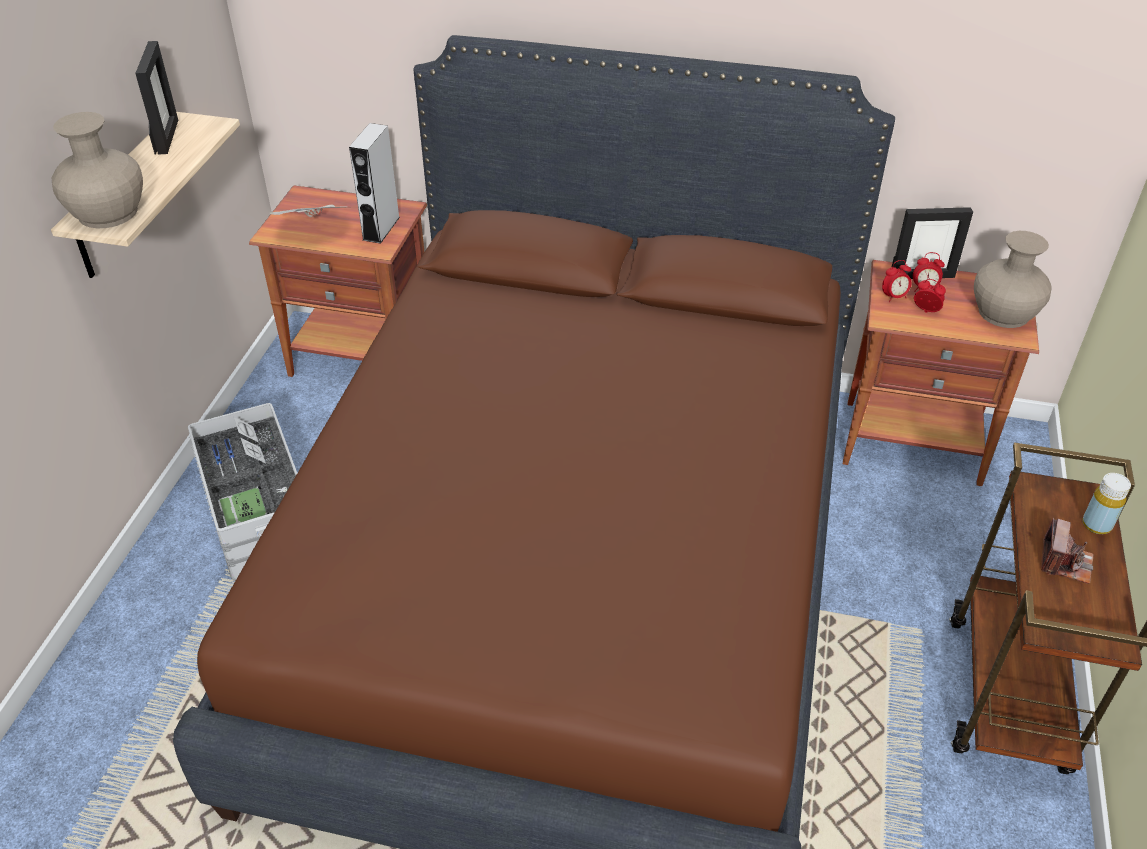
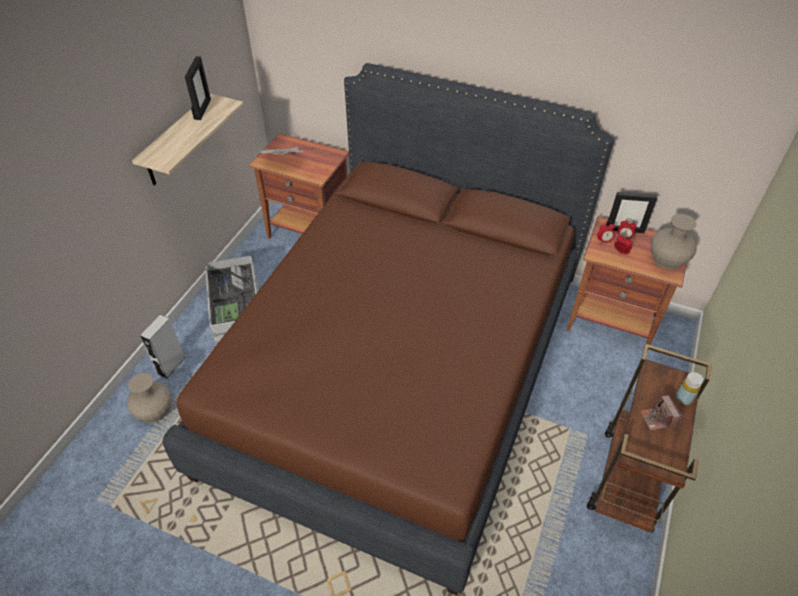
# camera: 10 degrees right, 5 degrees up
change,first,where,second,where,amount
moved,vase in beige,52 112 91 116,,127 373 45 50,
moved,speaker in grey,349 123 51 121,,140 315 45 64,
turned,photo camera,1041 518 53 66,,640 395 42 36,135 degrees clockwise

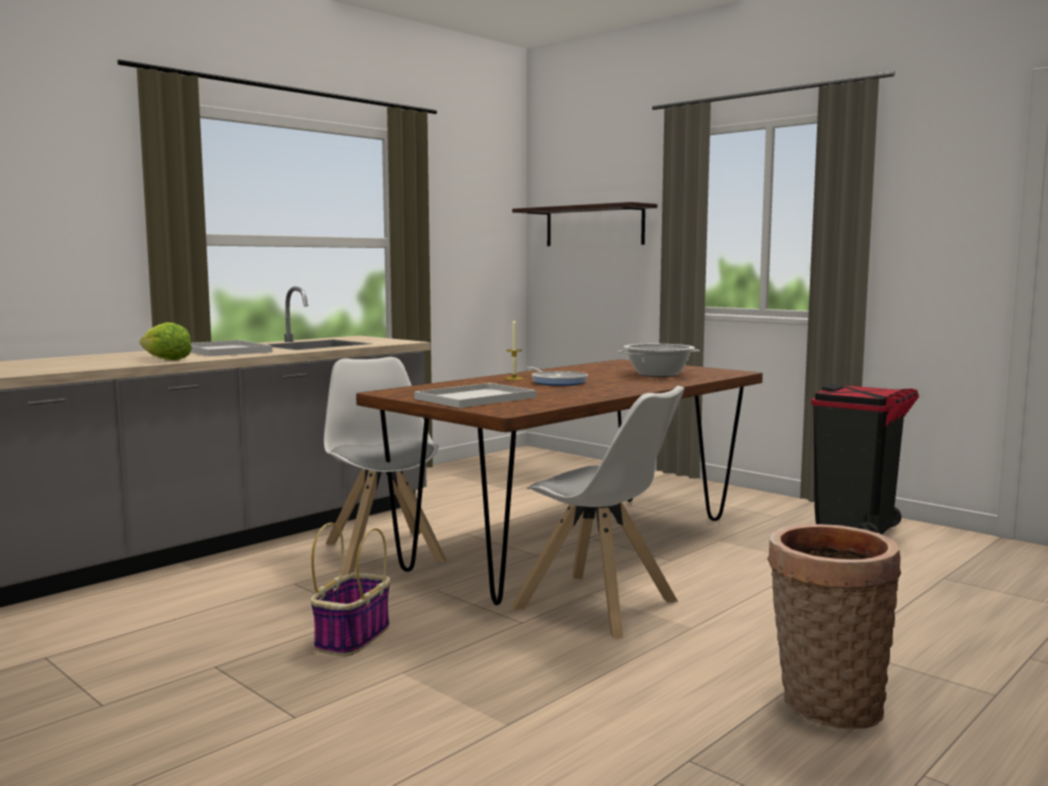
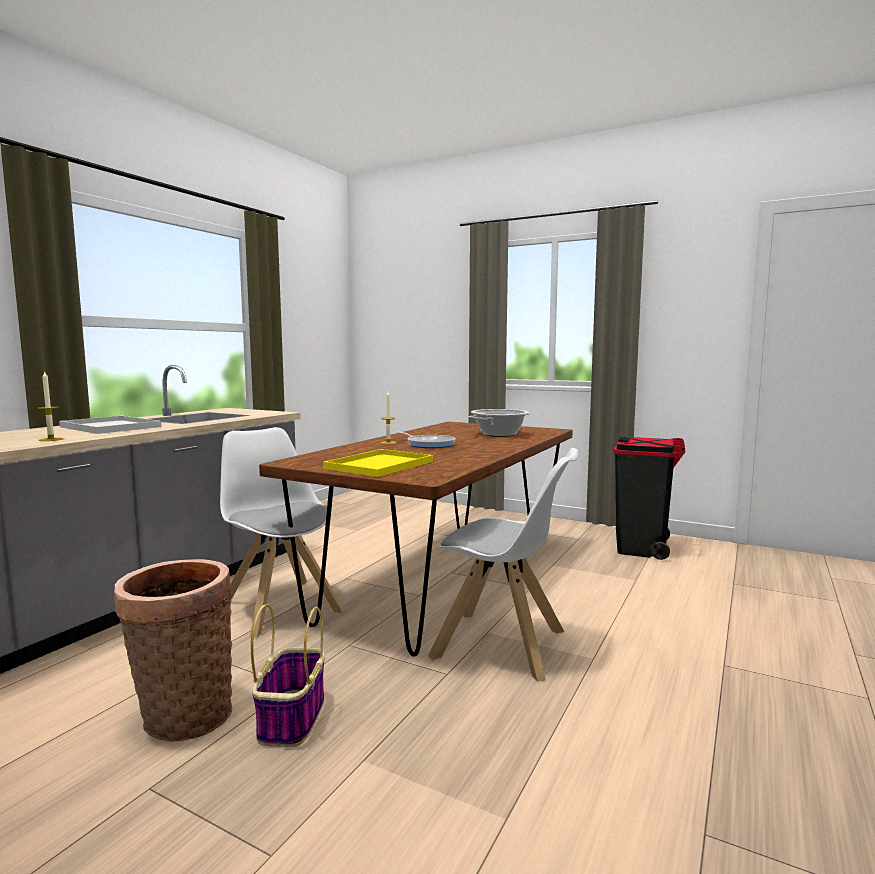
# camera: 15 degrees left, 0 degrees up
change,first,where,second,where,amount
removed,shelf,512 202 145 44,,,
replaced,lettuce,140 322 52 38,candle,38 371 26 70,
recoloured,tray in white,414 383 123 25,tray in yellow,323 449 110 28,
moved,basket,767 524 134 206,,114 559 118 183,

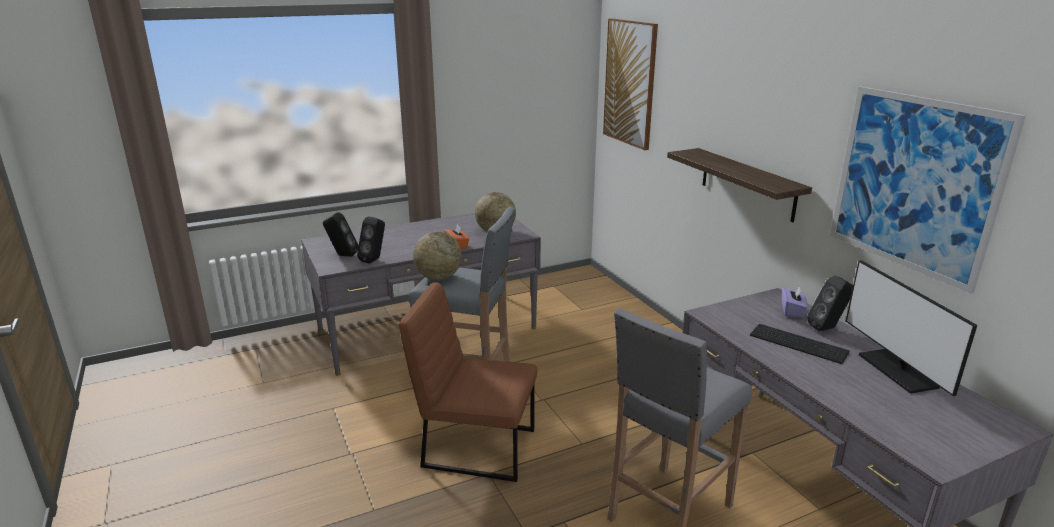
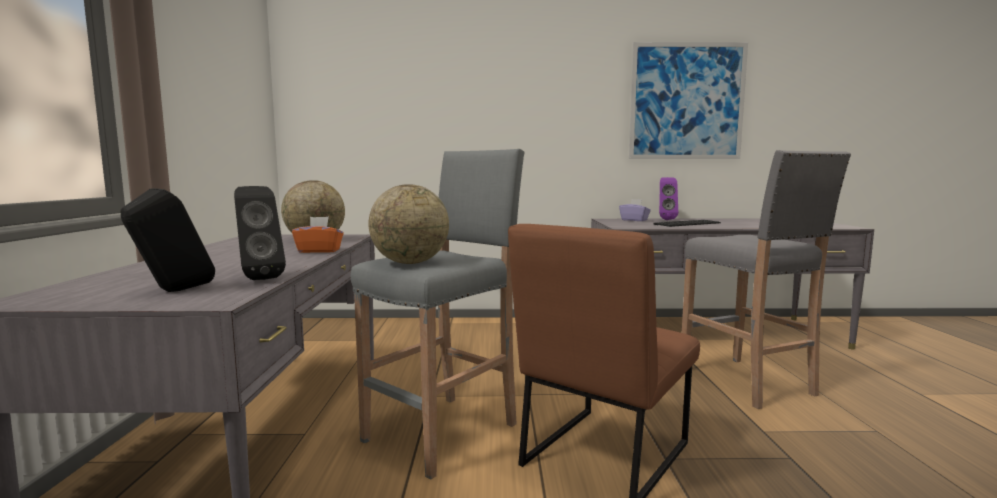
# camera: 65 degrees left, 15 degrees down
change,first,where,second,where,amount
removed,picture,603 18 55 132,,,
removed,shelf,667 148 145 74,,,
removed,monitor,846 260 131 136,,,
recoloured,speaker in black,807 276 46 55,speaker in purple,659 177 19 43,

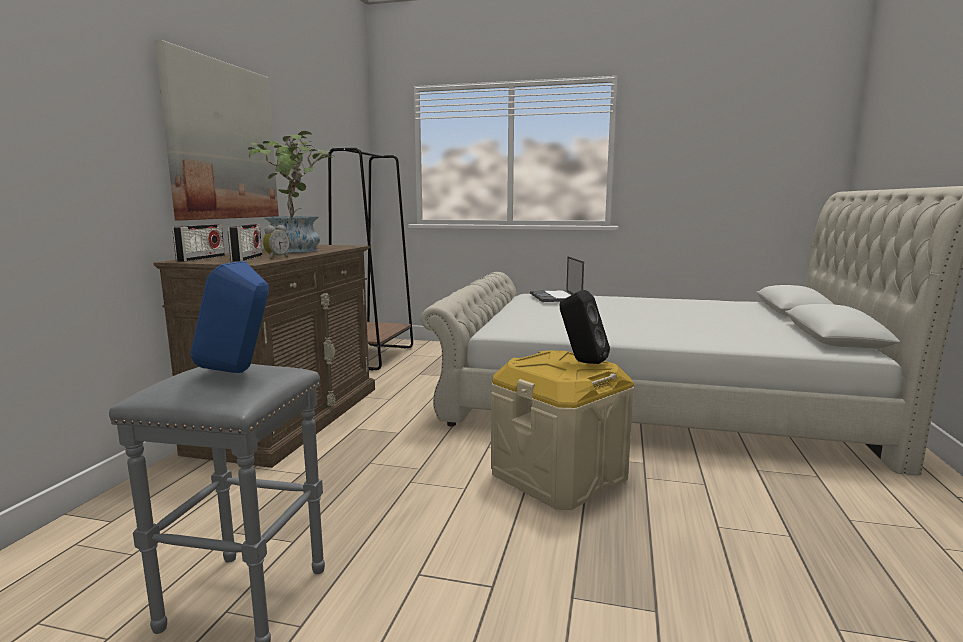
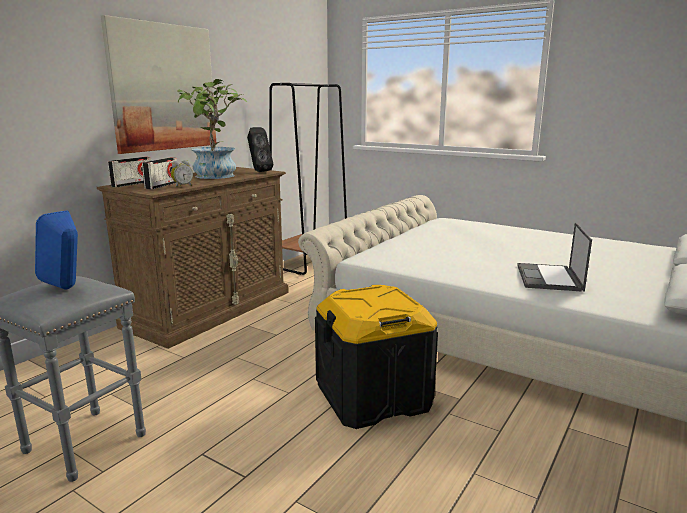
# camera: 20 degrees right, 5 degrees up
change,first,where,second,where,amount
moved,laptop,530 257 54 45,,517 222 75 70,
moved,speaker in black,560 290 50 74,,247 127 26 45,
recoloured,storage box in beige,491 350 143 160,storage box in black,315 285 123 144,

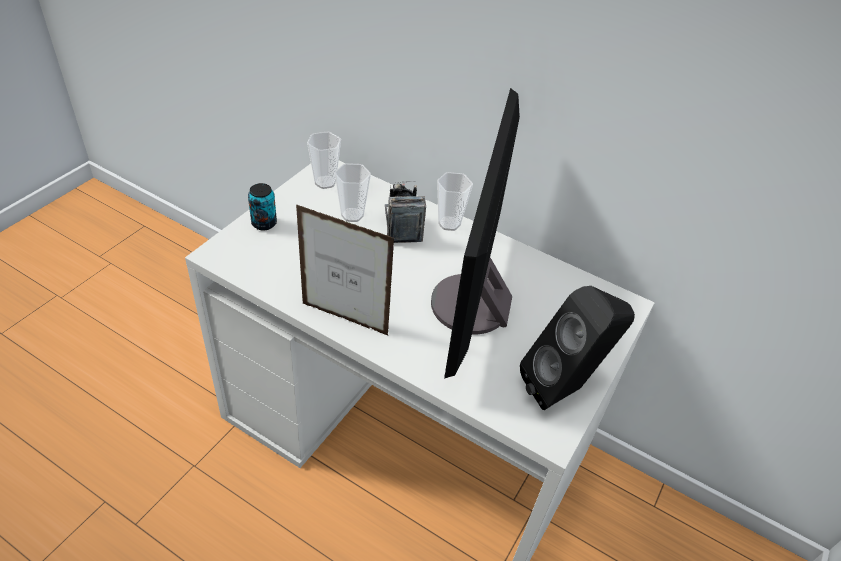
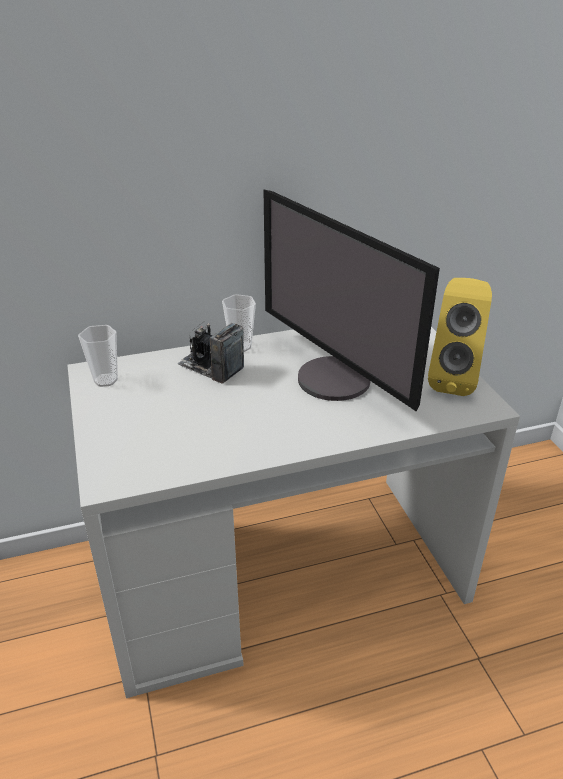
# camera: 45 degrees left, 10 degrees down
change,first,where,second,where,amount
removed,cup,335 163 36 59,,,
removed,can,248 183 29 47,,,
removed,picture frame,296 204 99 132,,,
recoloured,speaker in black,520 286 115 124,speaker in yellow,428 278 64 118,

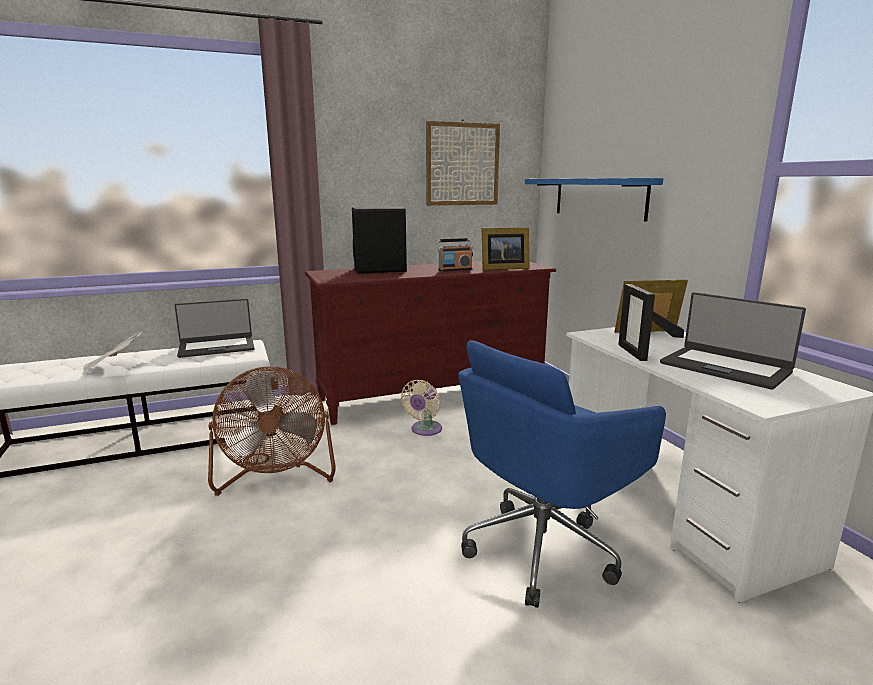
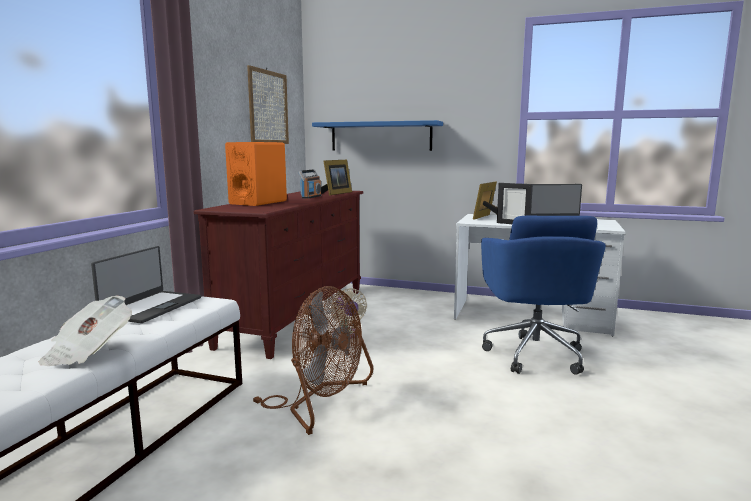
# camera: 50 degrees left, 5 degrees down
change,first,where,second,where,amount
recoloured,speaker in black,352 207 55 67,speaker in orange,225 142 62 64,

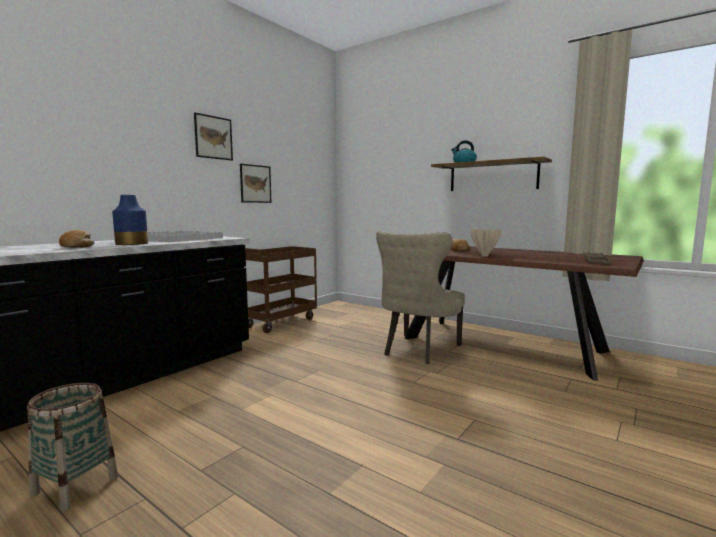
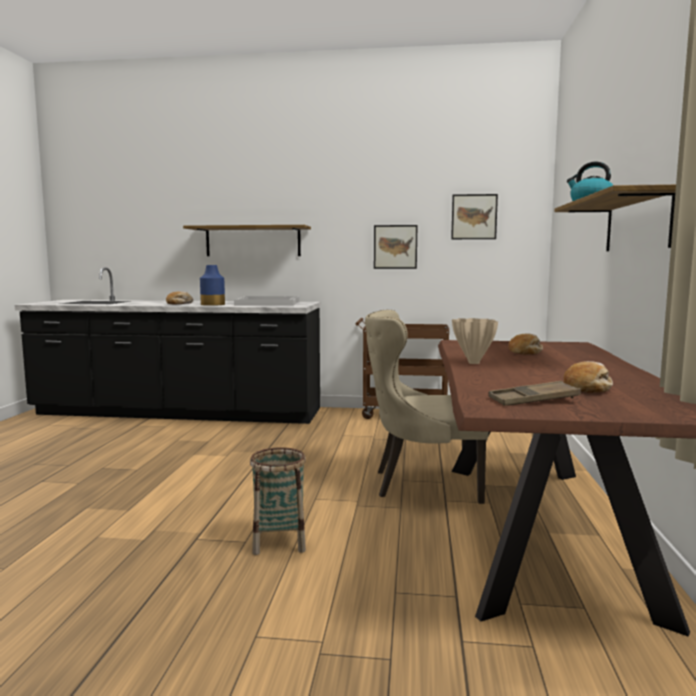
# camera: 60 degrees right, 0 degrees up
change,first,where,second,where,amount
moved,picture,194 113 39 47,,451 194 47 45,
moved,basket,27 383 91 128,,250 447 56 108,
added,,,shelf,183 225 128 31,
added,,,bread,564 361 49 32,

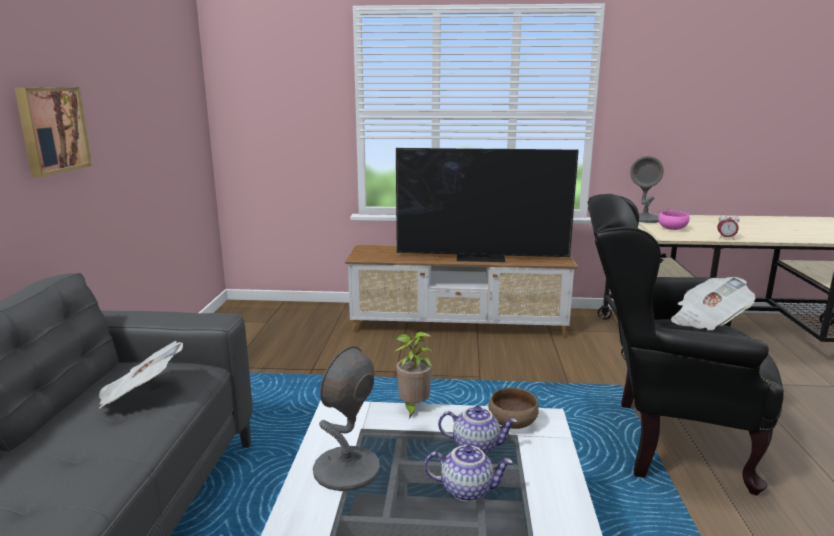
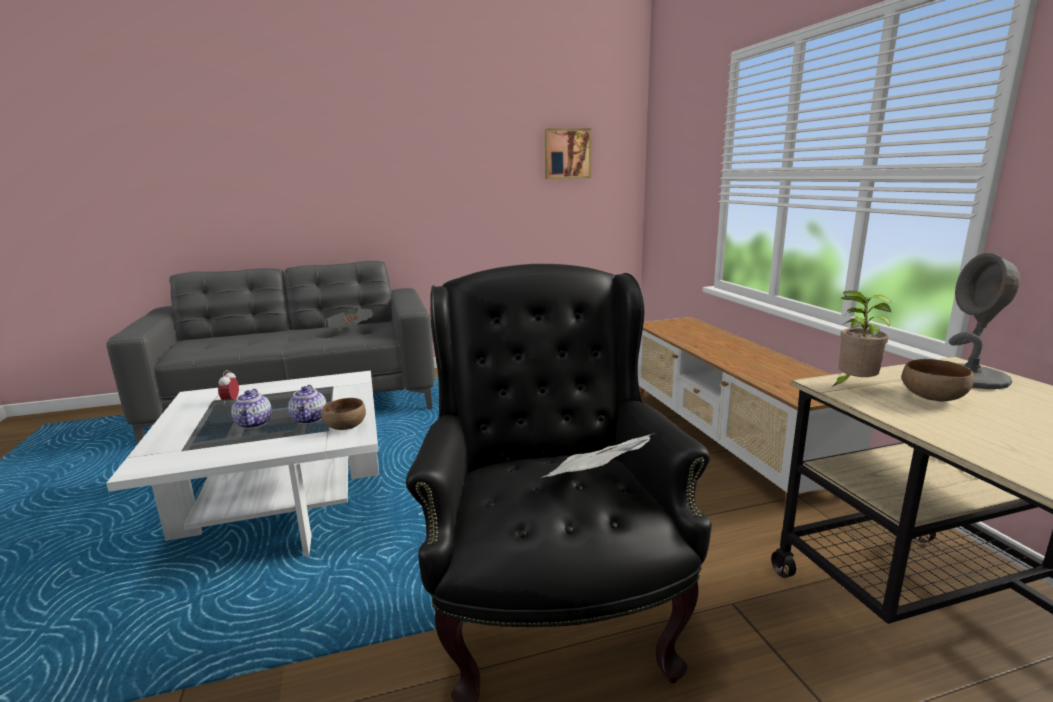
# camera: 70 degrees right, 0 degrees up
change,first,where,second,where,amount
moved,picture,15 87 77 90,,545 128 47 51,
removed,television,396 148 183 114,,,
recoloured,bowl in pink,658 211 32 19,bowl in brown,901 359 73 42,
moved,alarm clock,717 212 22 27,,218 370 21 35,
moved,potted plant,395 332 37 87,,832 291 60 96,
removed,table lamp in grey,313 346 67 145,,,

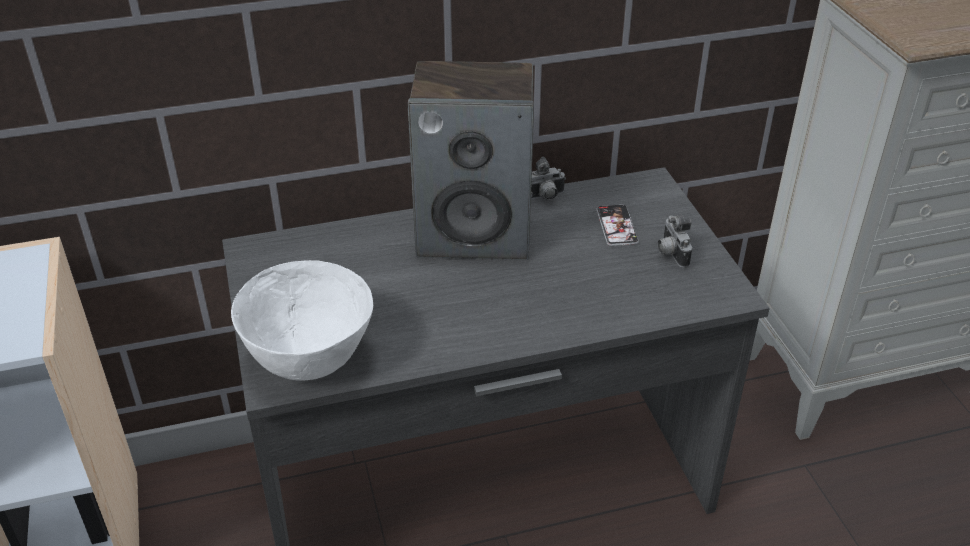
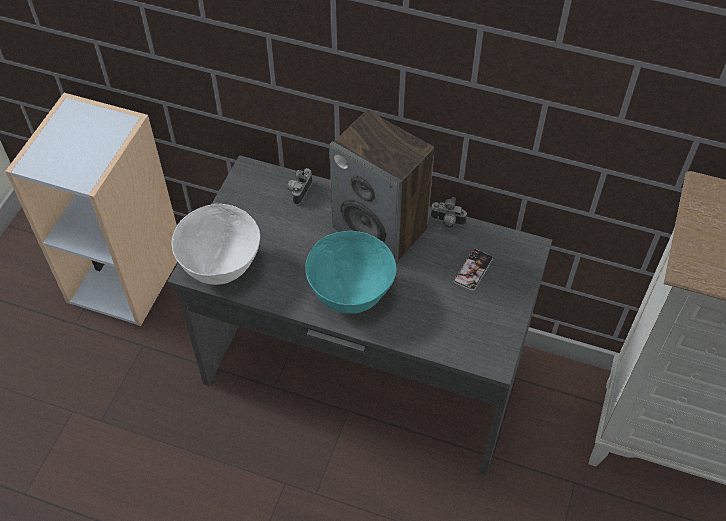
# camera: 35 degrees right, 15 degrees up
change,first,where,second,where,amount
moved,photo camera,658 215 34 53,,287 168 25 37,
added,,,bowl in turquoise,305 231 91 83,

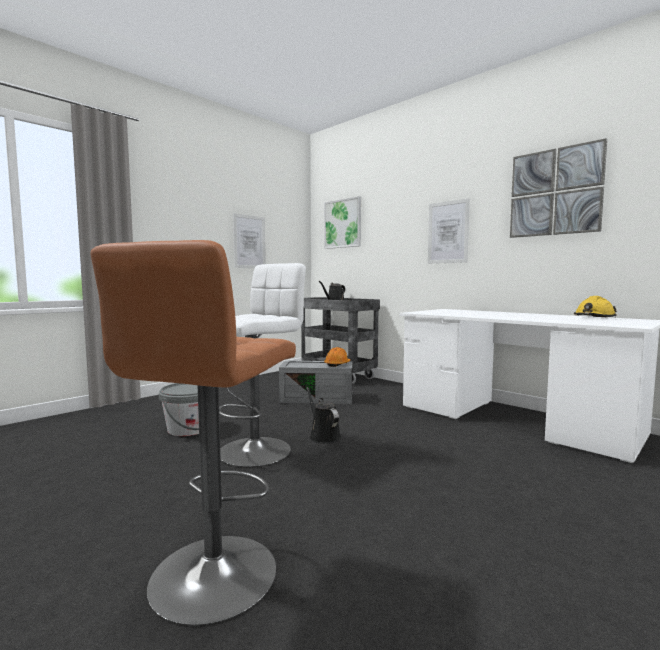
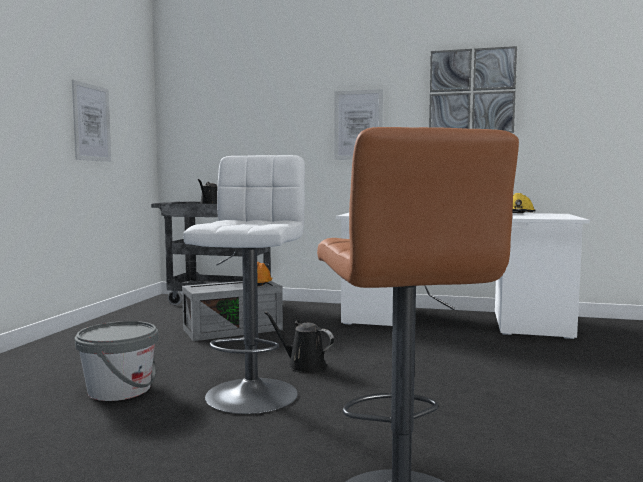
# camera: 30 degrees left, 0 degrees up
change,first,where,second,where,amount
removed,picture,324 196 37 53,,,

